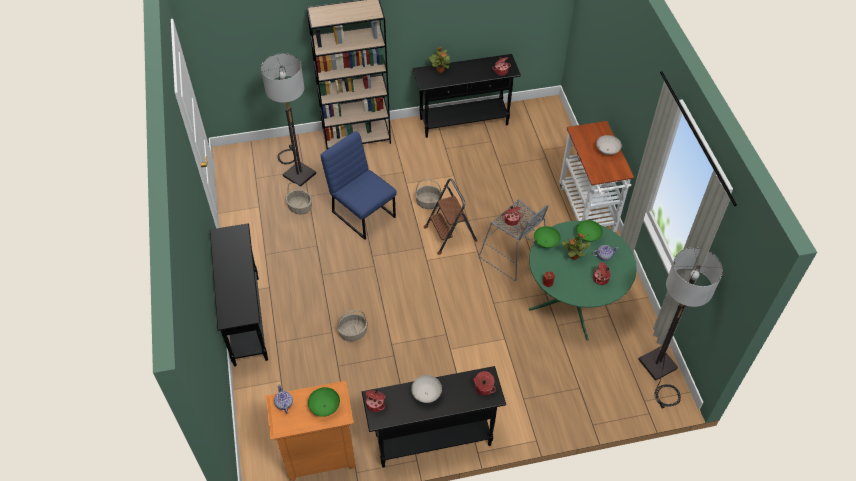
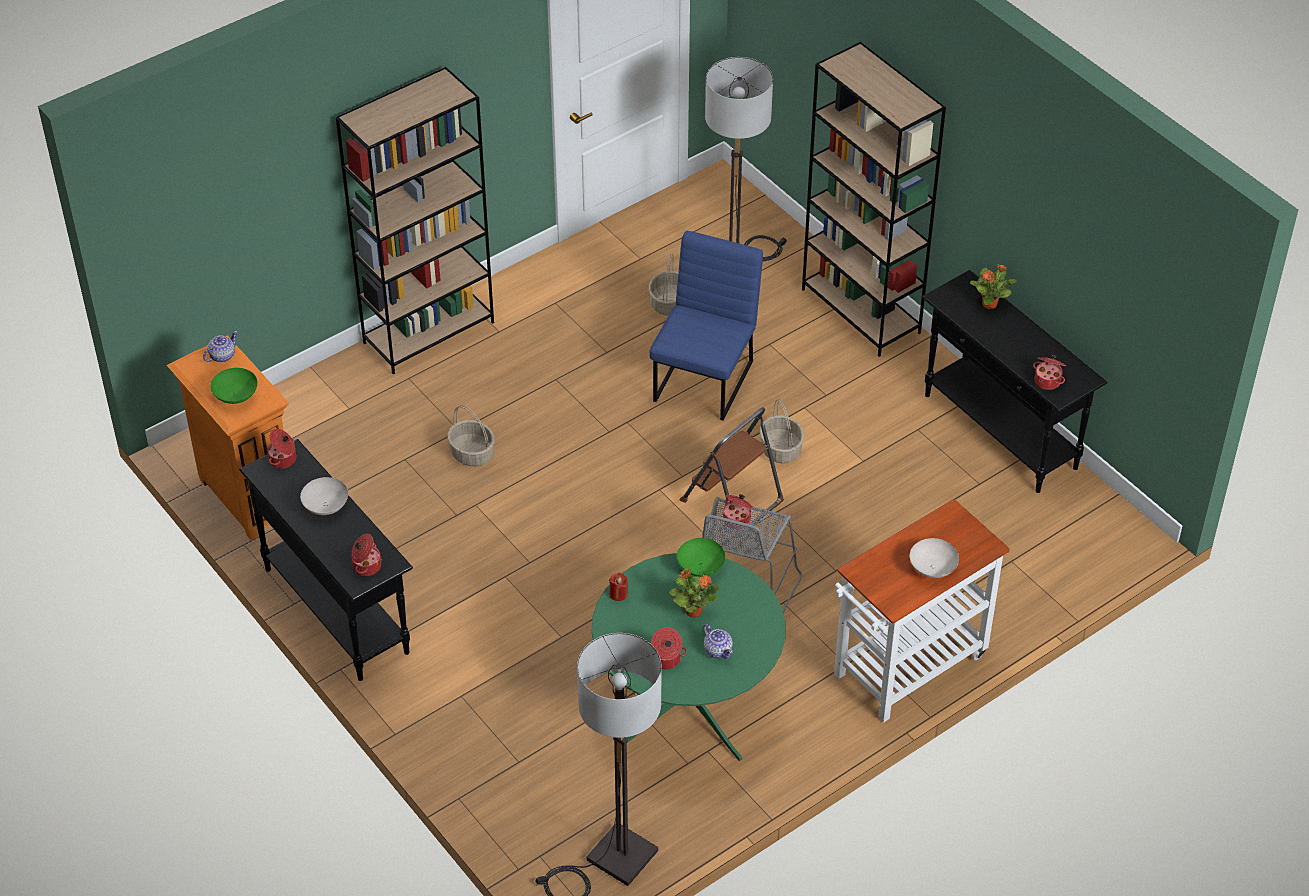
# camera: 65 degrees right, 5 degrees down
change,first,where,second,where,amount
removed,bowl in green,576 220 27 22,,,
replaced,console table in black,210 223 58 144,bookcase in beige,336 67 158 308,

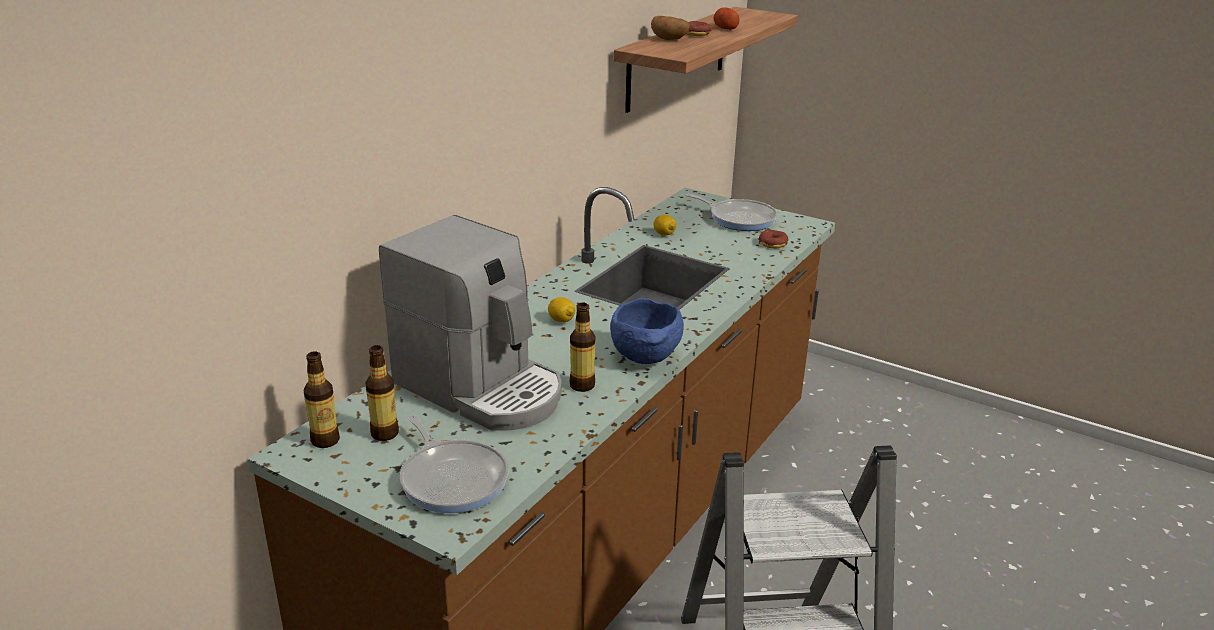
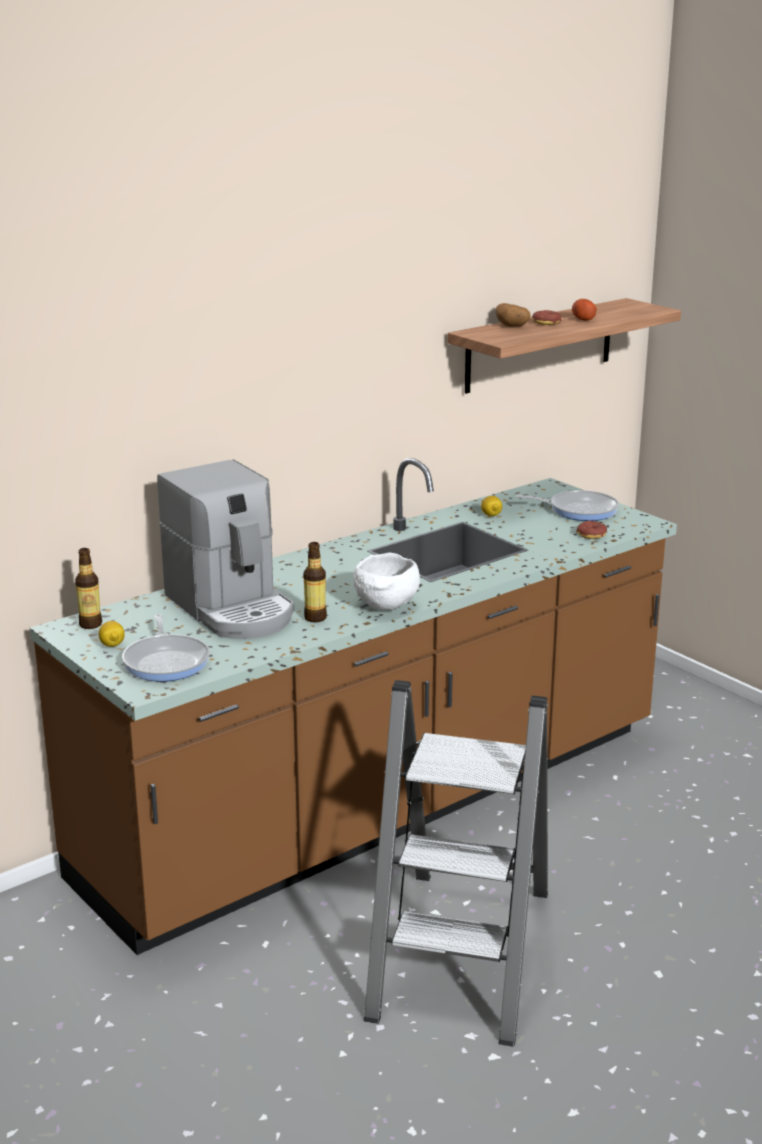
# camera: 20 degrees right, 5 degrees down
change,first,where,second,where,amount
turned,frying pan,686 194 92 37,,516 490 103 31,45 degrees counterclockwise
moved,lemon,548 297 27 25,,99 621 26 26,
recoloured,bowl in blue,610 298 74 66,bowl in white,353 553 67 57,
removed,bottle,365 345 34 96,,,

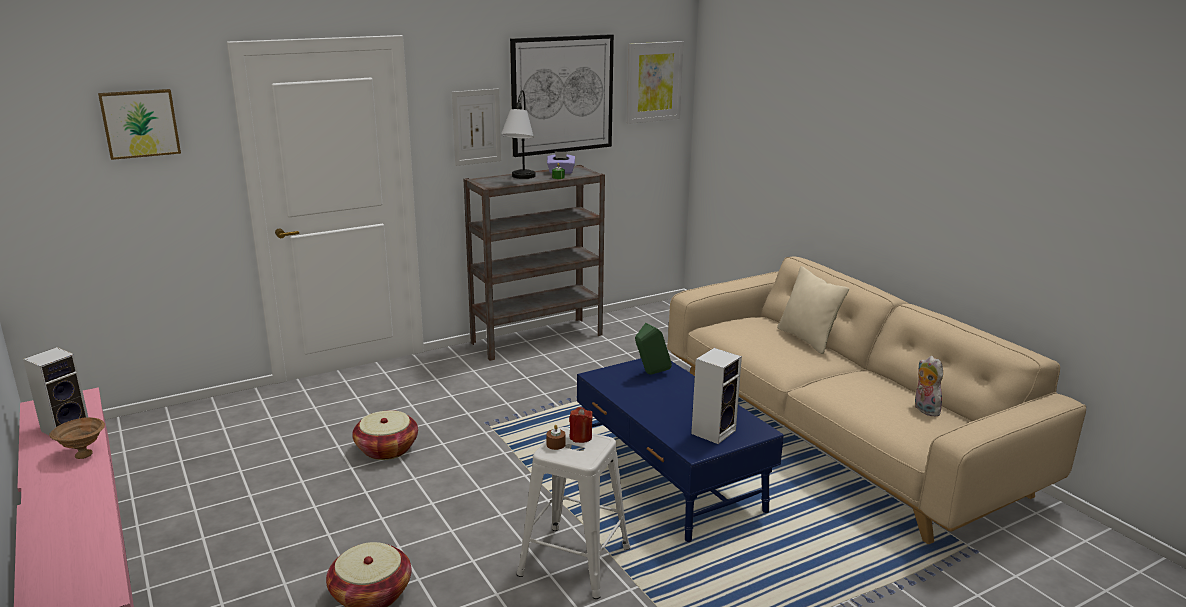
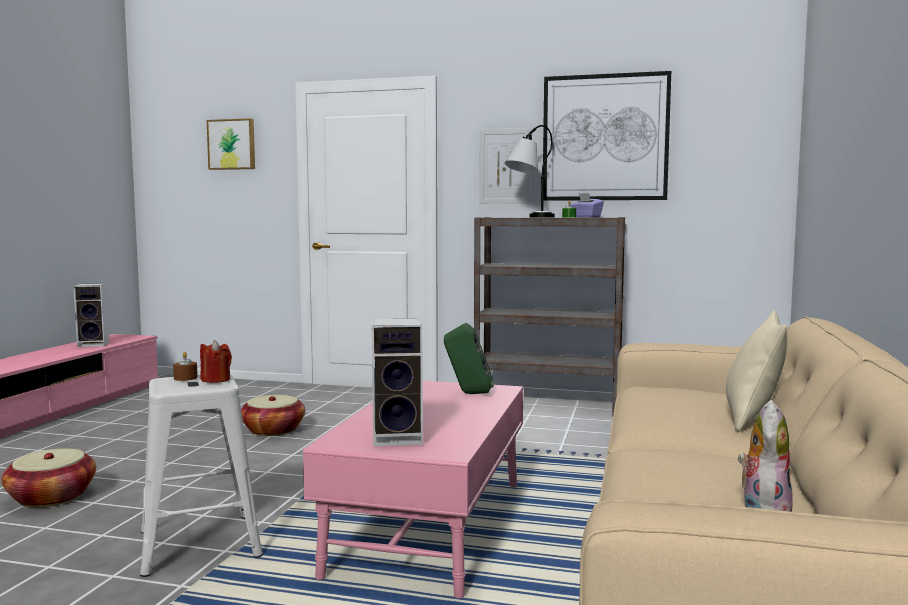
# camera: 45 degrees right, 15 degrees down
change,first,where,second,where,amount
removed,picture,627 41 57 83,,,
recoloured,coffee table in blue,577 358 207 184,coffee table in pink,303 381 220 217,
removed,bowl in brown,49 417 56 42,,,

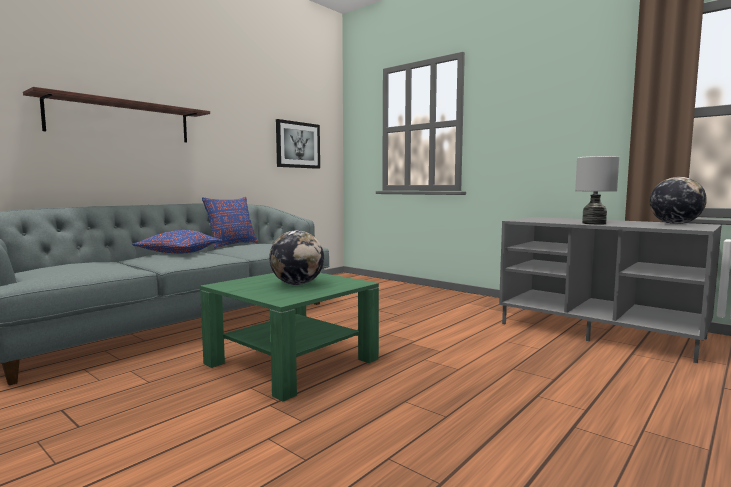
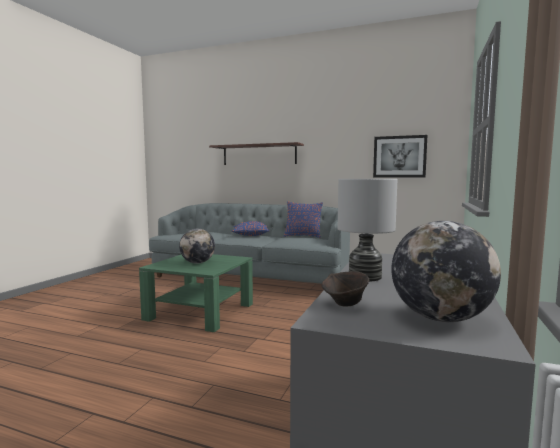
# camera: 70 degrees right, 0 degrees up
change,first,where,second,where,amount
added,,,bowl in brown,321 272 48 35,

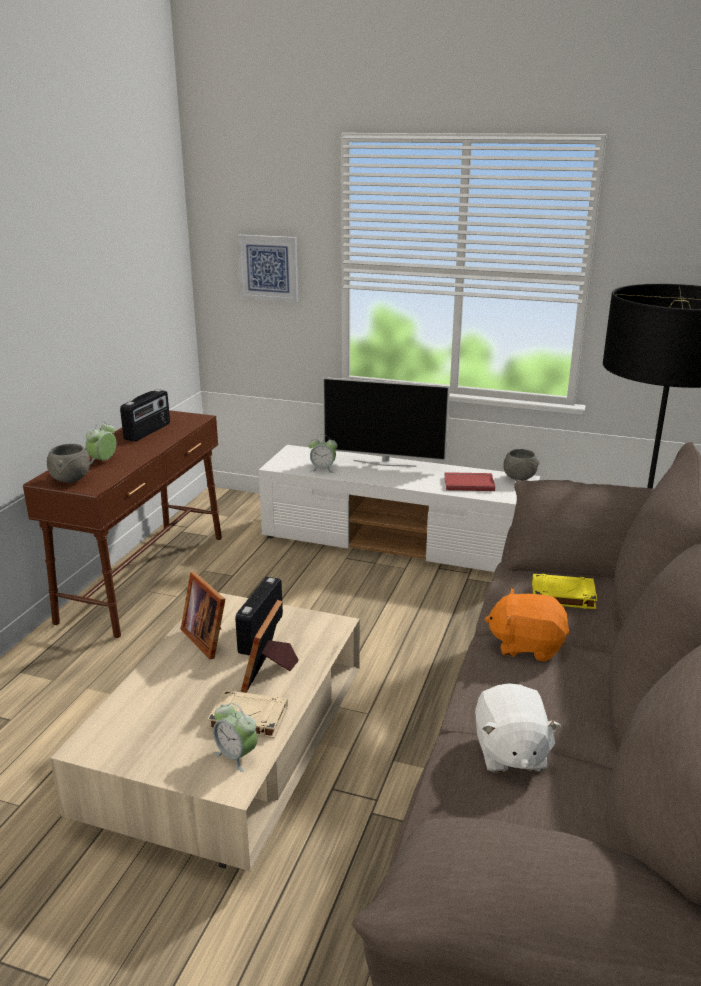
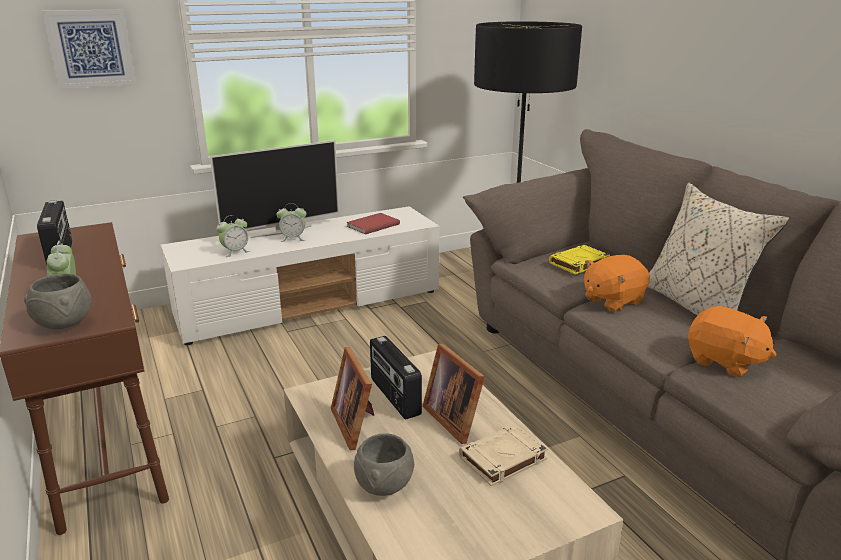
# camera: 45 degrees left, 0 degrees up
change,first,where,second,where,amount
moved,bowl in grey,503 449 36 32,,354 433 60 63,
turned,picture frame,181 572 44 87,,331 347 43 103,60 degrees clockwise
recoloured,plush toy in white,475 683 86 90,plush toy in orange,688 306 88 71,
moved,alarm clock,213 703 44 69,,276 203 30 39,
added,,,pillow in beige,647 183 142 133,

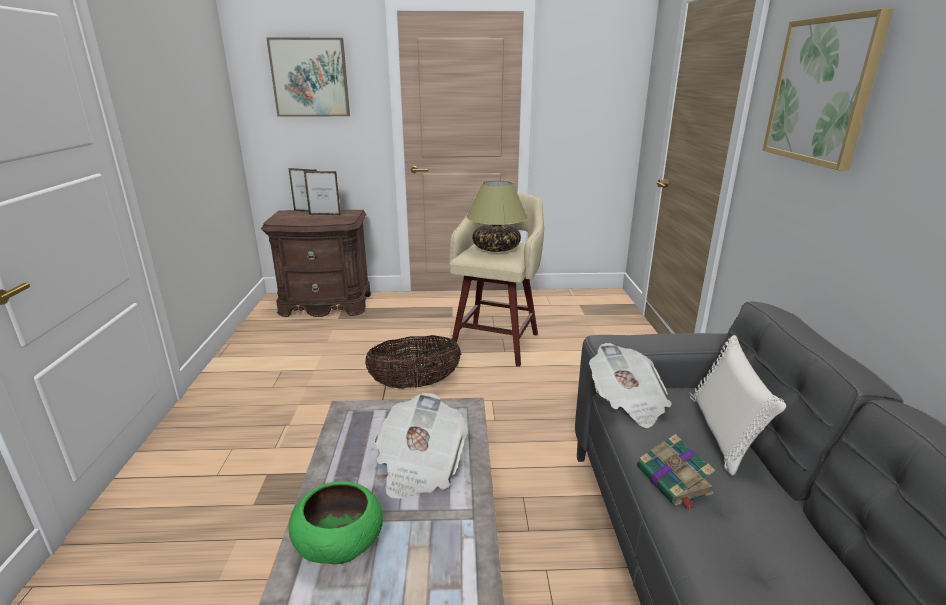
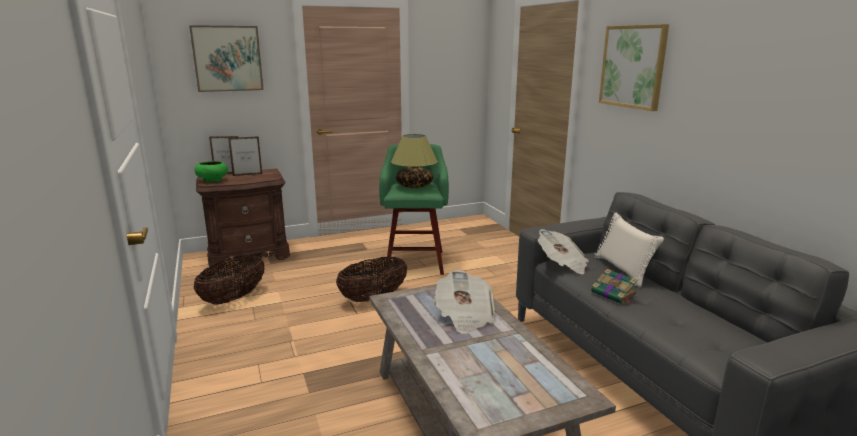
# camera: 20 degrees left, 5 degrees down
change,first,where,second,where,amount
recoloured,stool in beige,449 193 95 174,stool in green,379 144 70 131,
moved,bowl in green,288 481 95 84,,194 161 34 22,
added,,,basket,194 255 71 50,

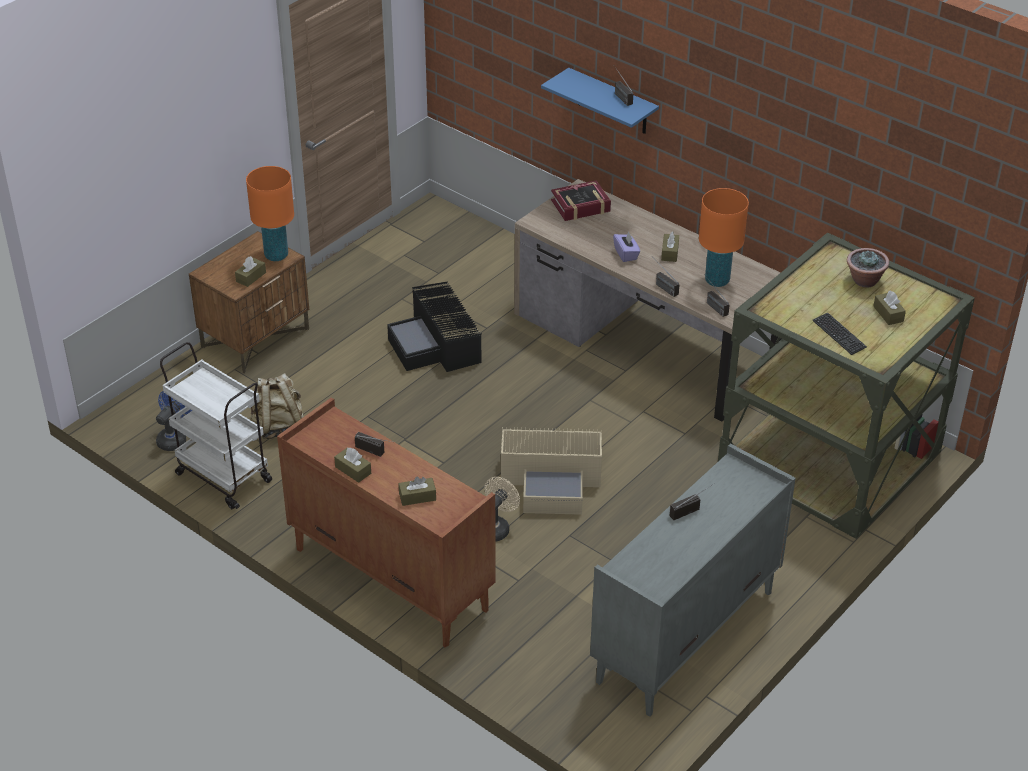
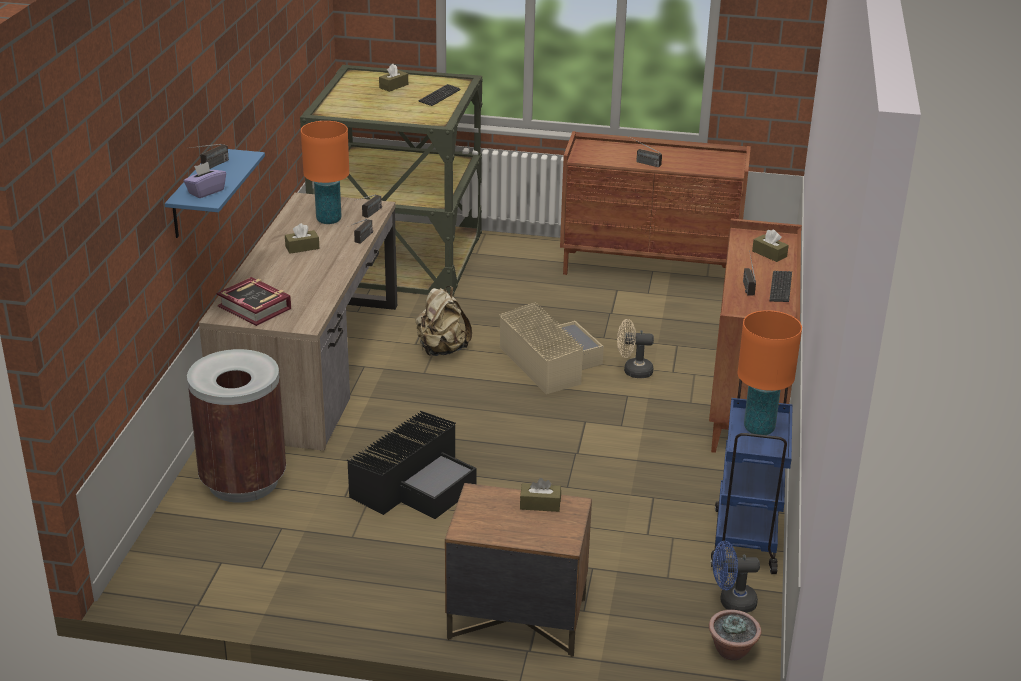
# camera: 120 degrees left, 10 degrees down
change,first,where,second,where,amount
moved,table lamp in orange,246 166 48 95,,737 310 65 125,
moved,tissue box in purple,613 232 27 30,,183 162 43 36,
moved,potted plant,847 248 42 40,,709 610 52 50,
recoloured,cart in white,160 342 112 167,cart in blue,711 380 82 194,
moved,backpack in beige,251 373 53 66,,415 286 57 70,
recoloured,cabinet in grey,590 444 206 273,cabinet in brown,560 131 191 144,
replaced,tissue box in brown,334 448 37 35,keyboard,769 271 23 31,
added,,,trash can in brown,187 349 99 154,

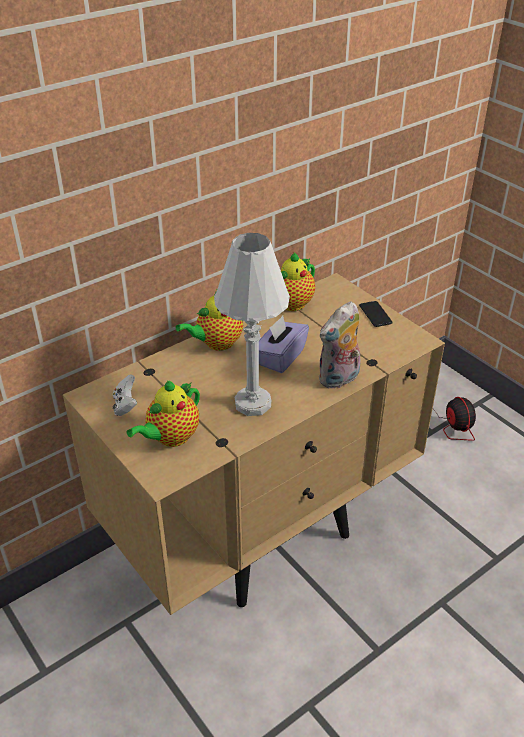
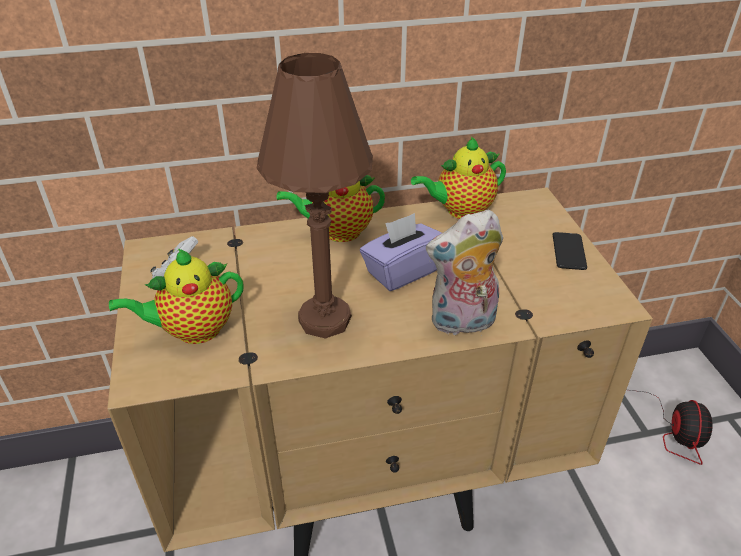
# camera: 25 degrees right, 0 degrees up
change,first,where,second,where,amount
recoloured,table lamp in white,214 233 76 183,table lamp in brown,256 53 117 286,

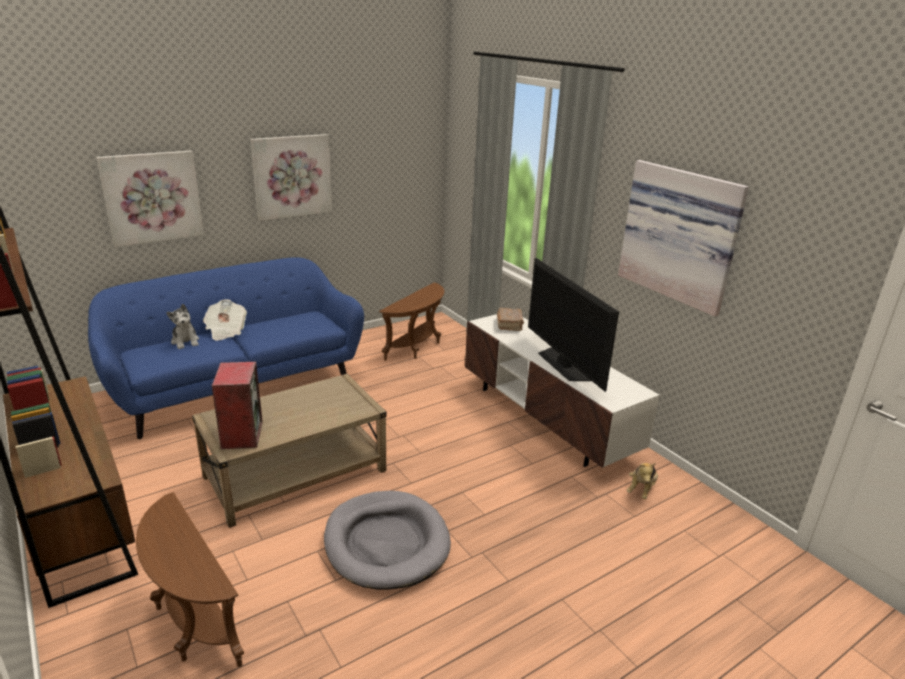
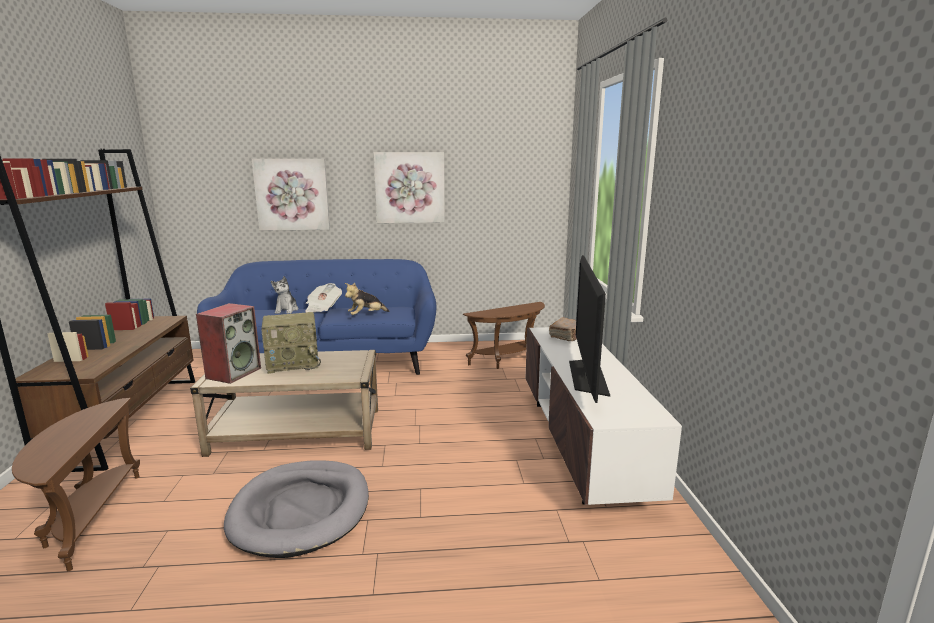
# camera: 30 degrees right, 10 degrees down
change,first,where,second,where,amount
removed,picture,618 160 131 156,,,
moved,plush toy,627 463 31 36,,345 283 44 32,
added,,,radio,261 312 60 62,

